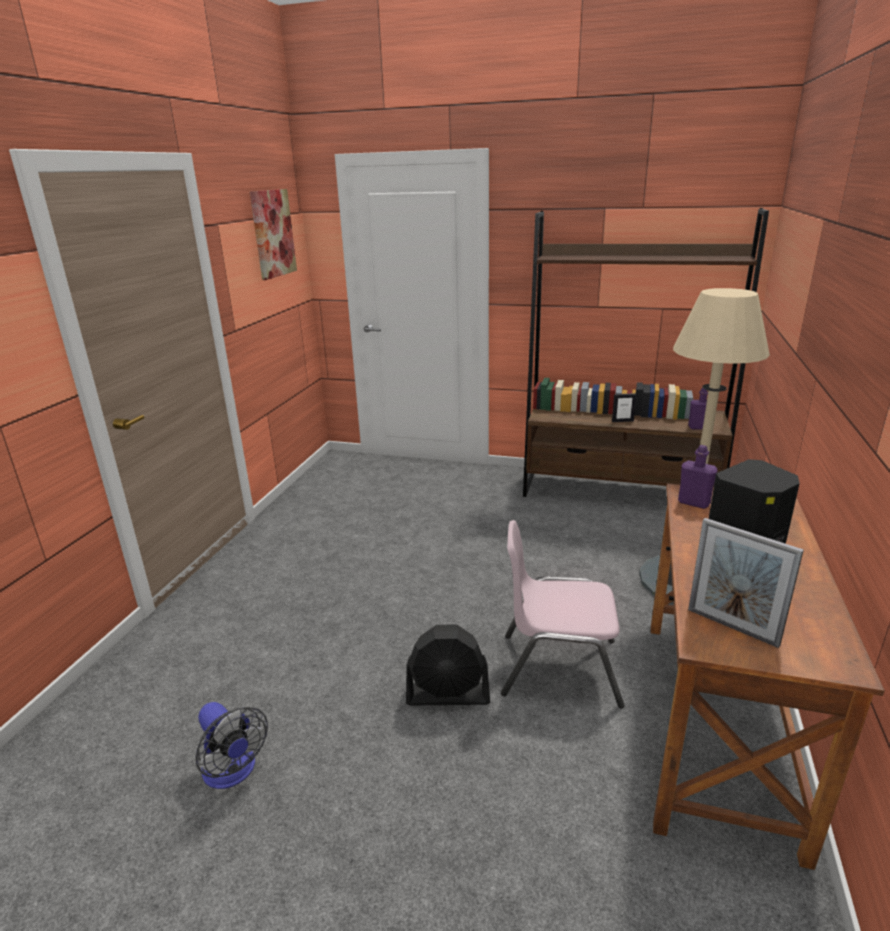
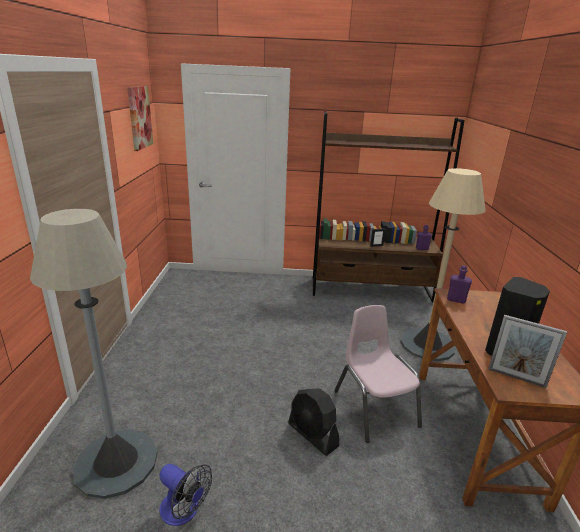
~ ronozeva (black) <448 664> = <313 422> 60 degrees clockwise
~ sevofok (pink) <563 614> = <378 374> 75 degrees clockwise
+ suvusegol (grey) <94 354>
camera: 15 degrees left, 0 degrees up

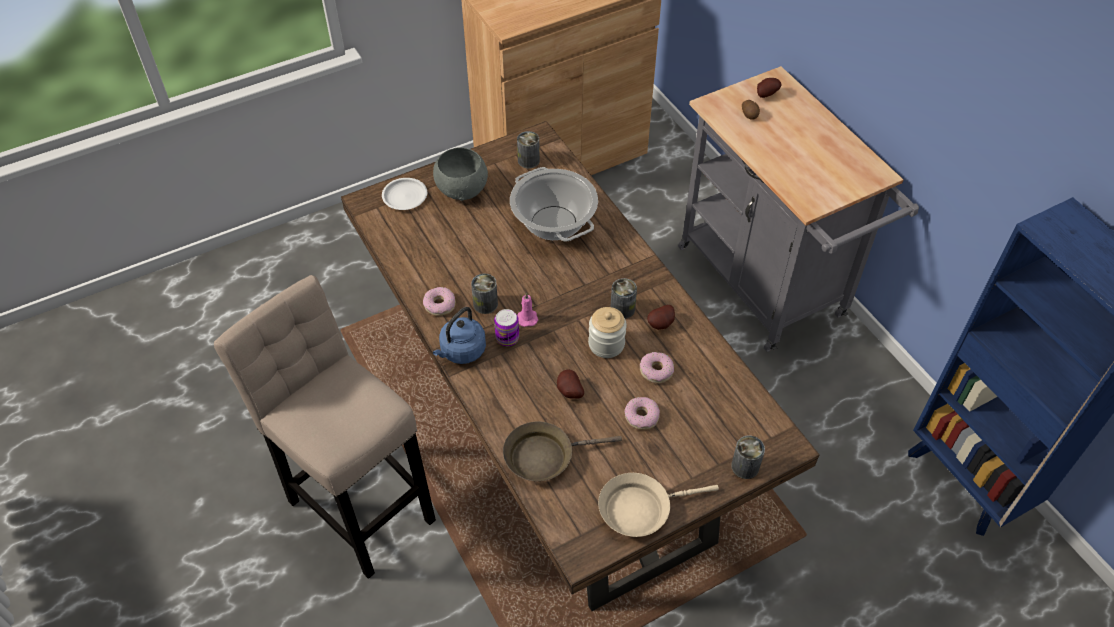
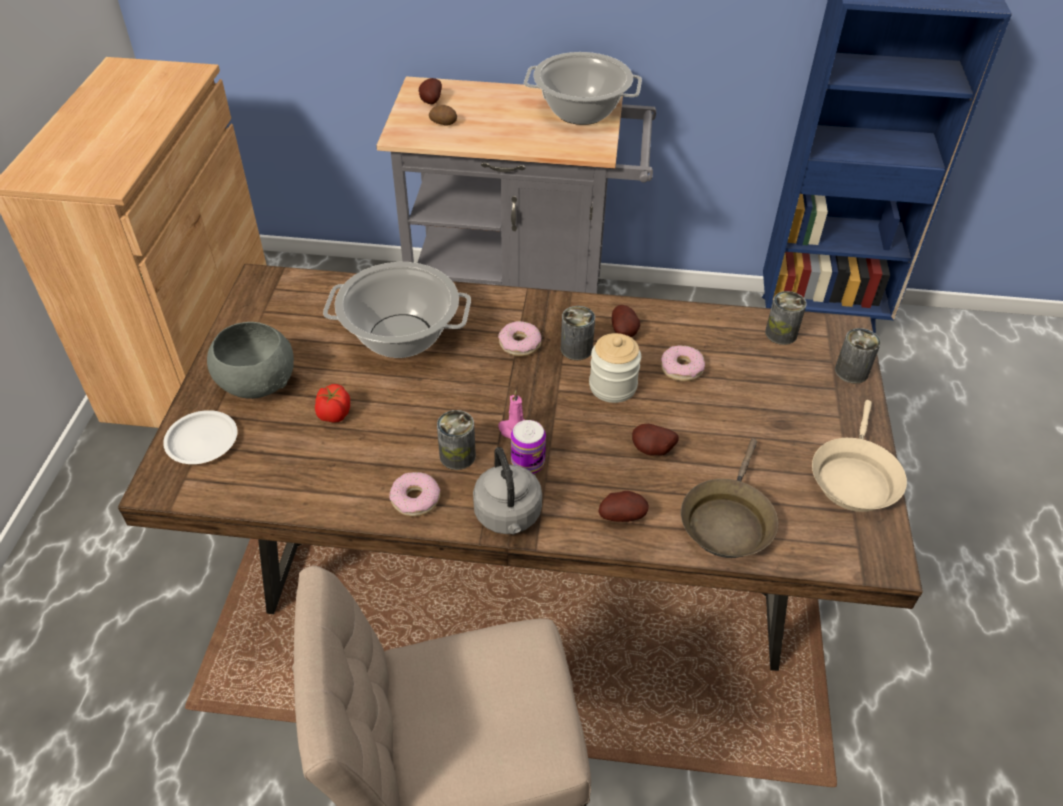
~ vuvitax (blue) <459 335> to vuvitax (grey) <507 491>
~ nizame <528 149> to <786 318>
~ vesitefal <642 413> to <519 338>
+ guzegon <332 403>
+ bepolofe <583 88>
+ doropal <624 506>
camera: 55 degrees left, 5 degrees down

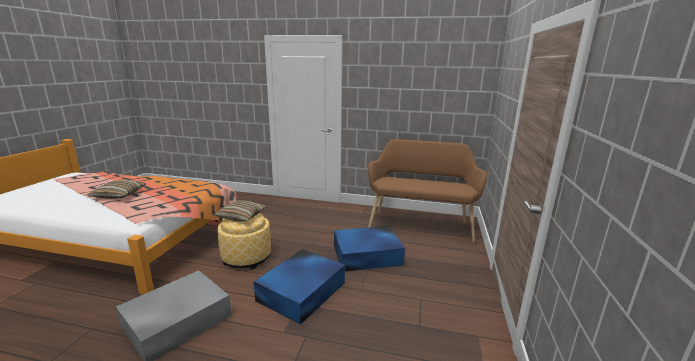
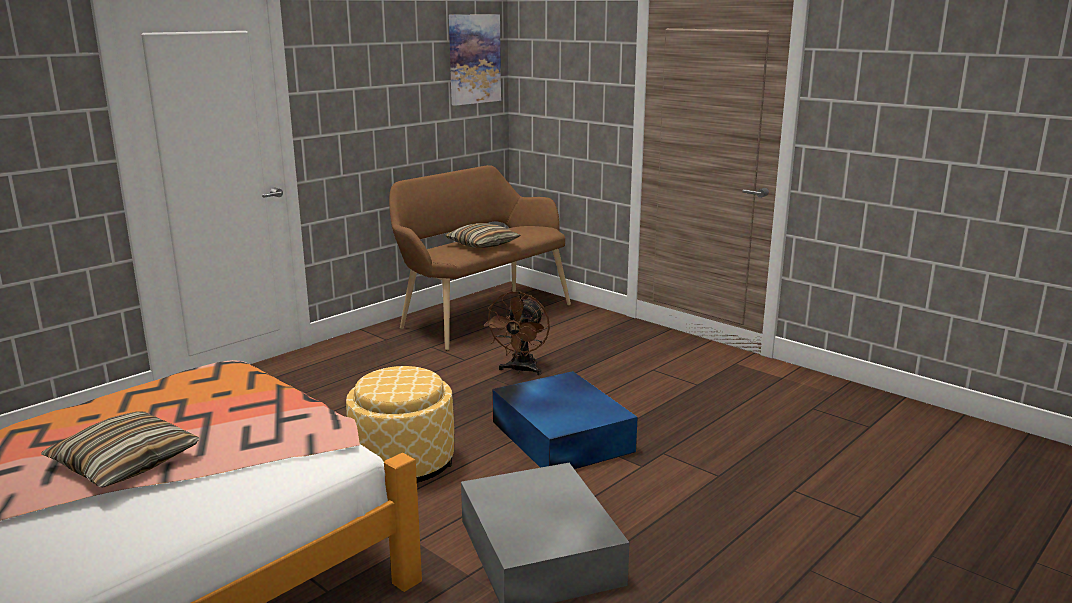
~ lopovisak <240 211> to <483 235>
~ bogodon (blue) <369 248> to ronozeva (brown) <517 333>
+ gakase <475 60>
camera: 60 degrees left, 0 degrees up

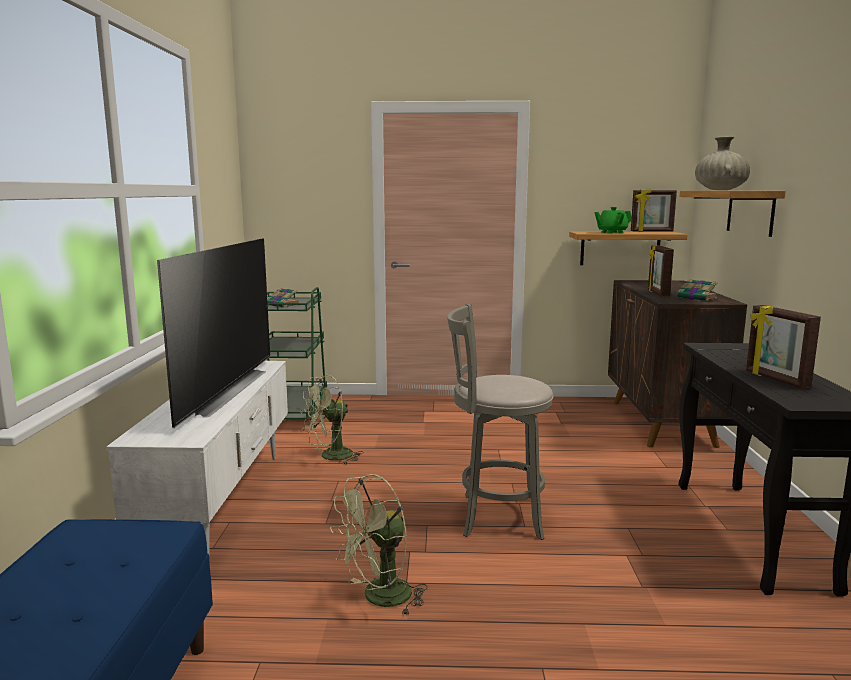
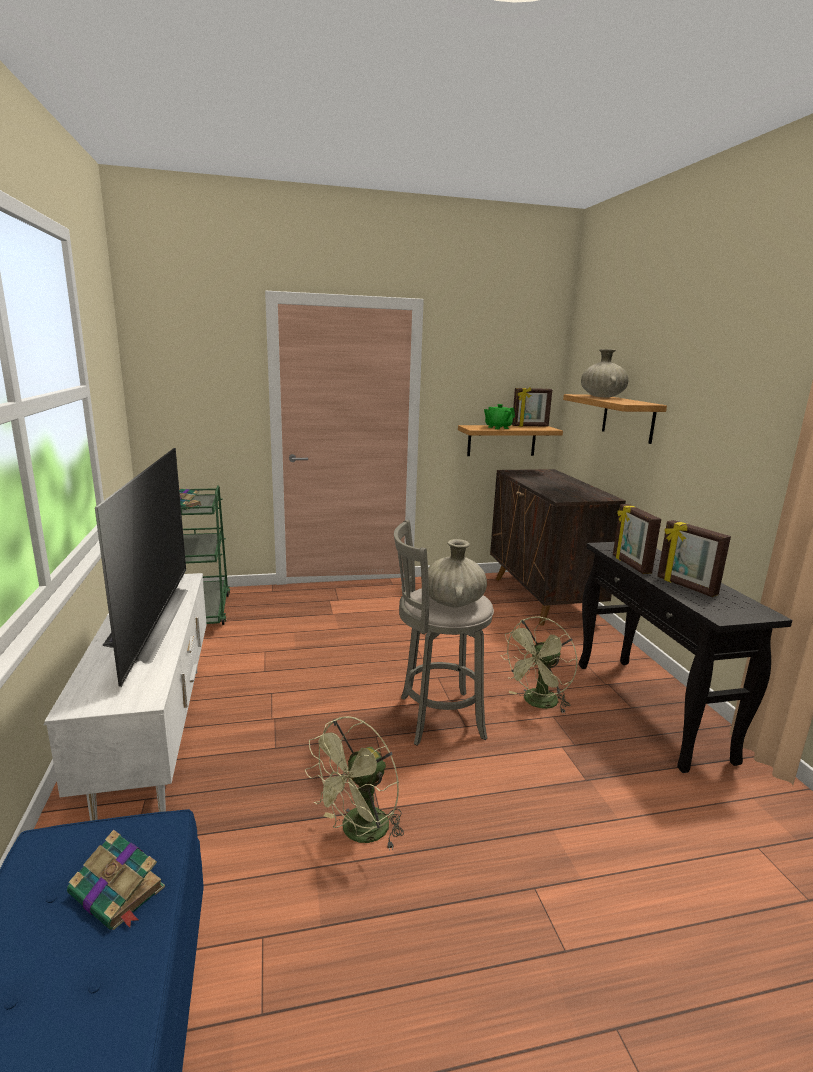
~ ronozeva (green) <332 420> to <538 665>
~ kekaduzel <661 271> to <637 539>
~ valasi <697 290> to <116 880>
+ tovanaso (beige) <457 573>
camera: 15 degrees left, 5 degrees up

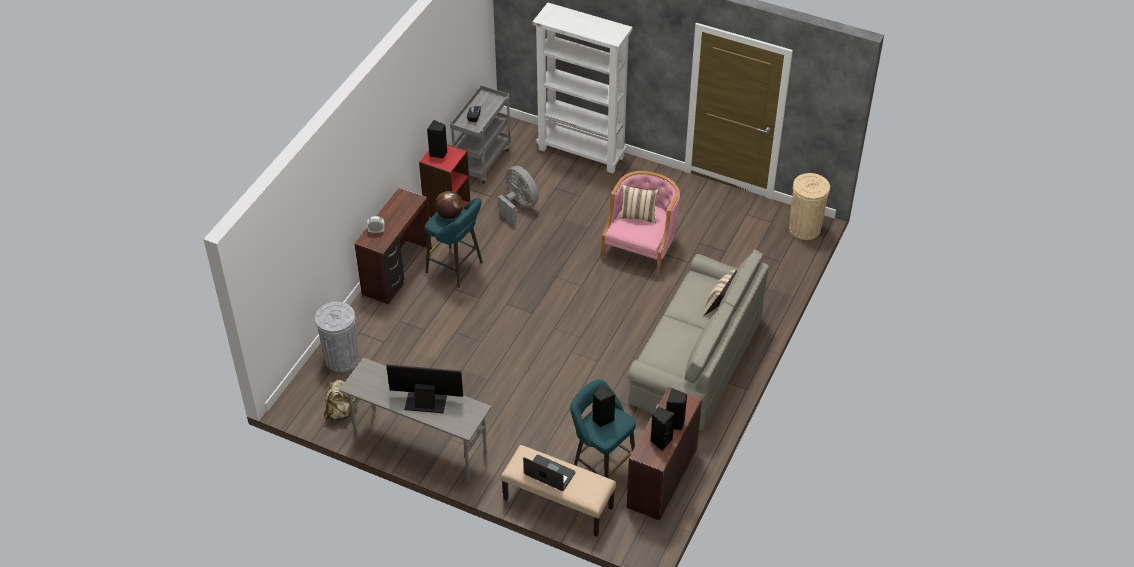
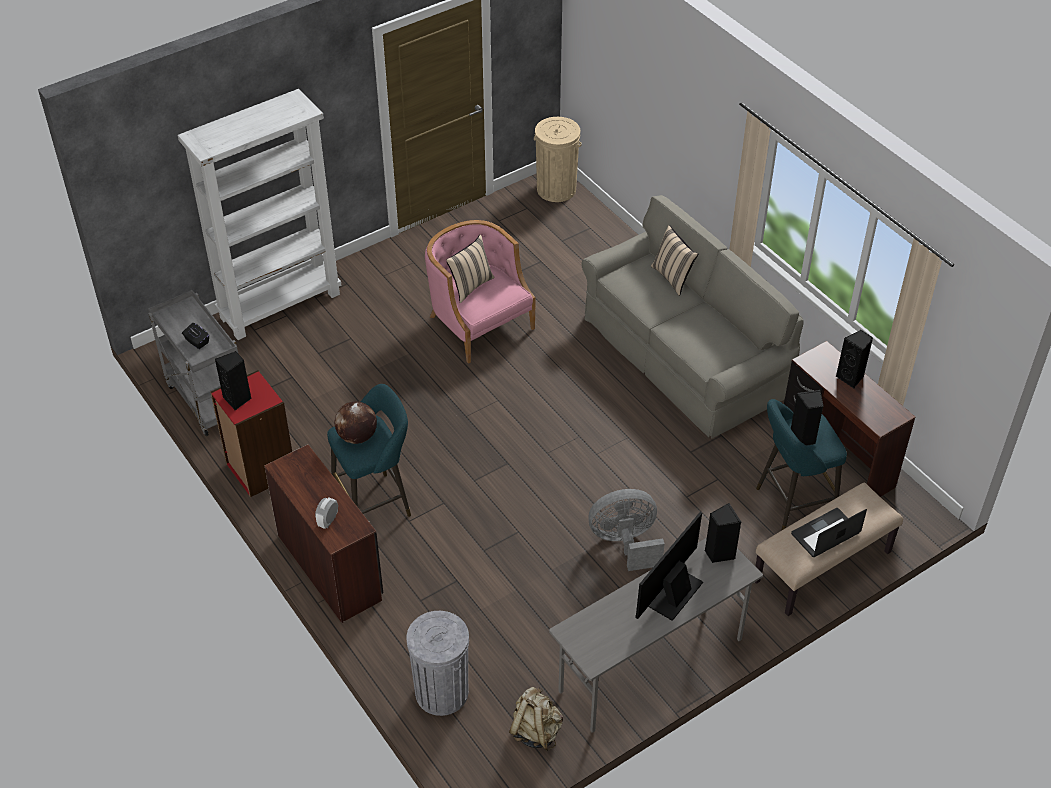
~ ronozeva (grey) <518 195> to <626 530>
~ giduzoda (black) <663 429> to <723 533>
camera: 60 degrees left, 0 degrees up

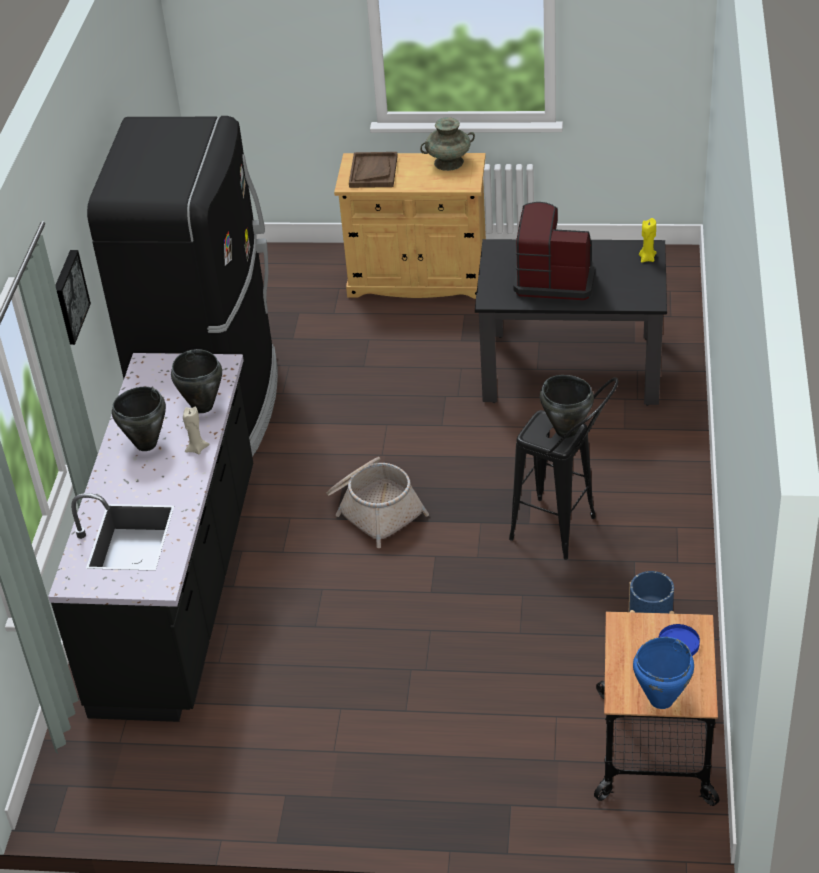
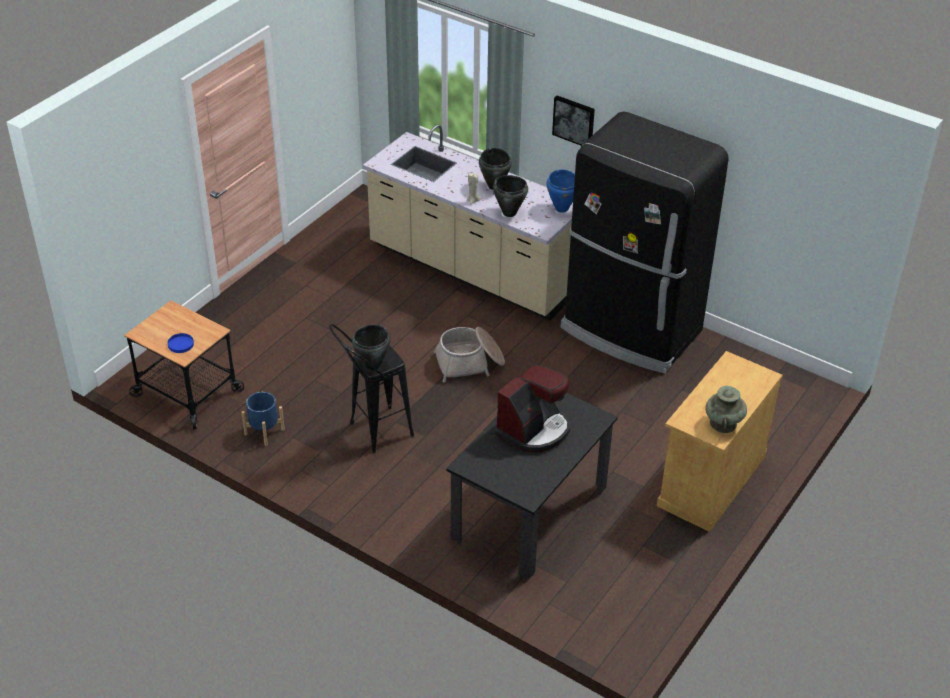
~ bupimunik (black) <150 537> to bupimunik (beige) <468 223>
- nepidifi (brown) <373 170>
~ bepolofe (blue) <663 673> to <560 190>
- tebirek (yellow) <648 240>
camera: 115 degrees right, 0 degrees up

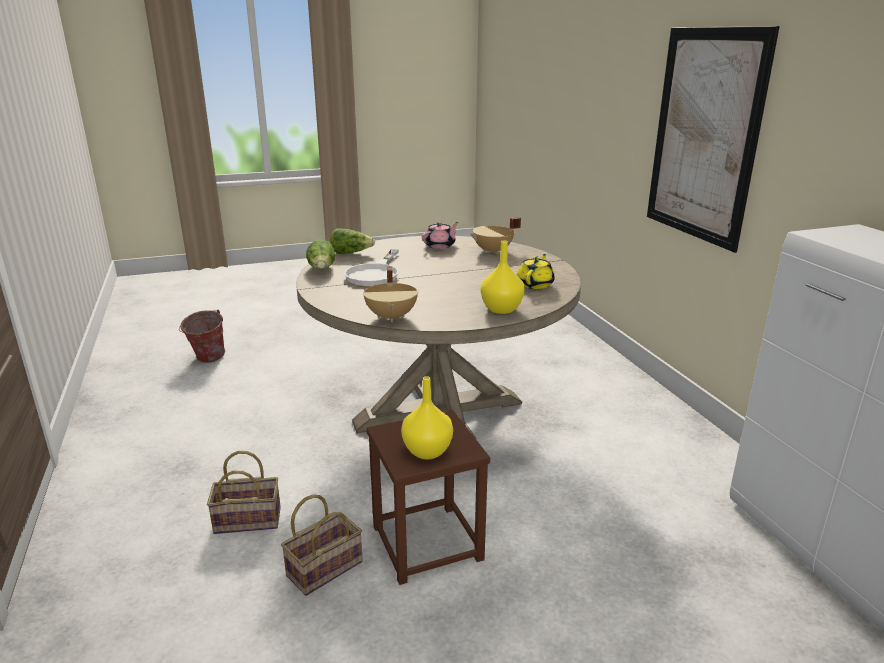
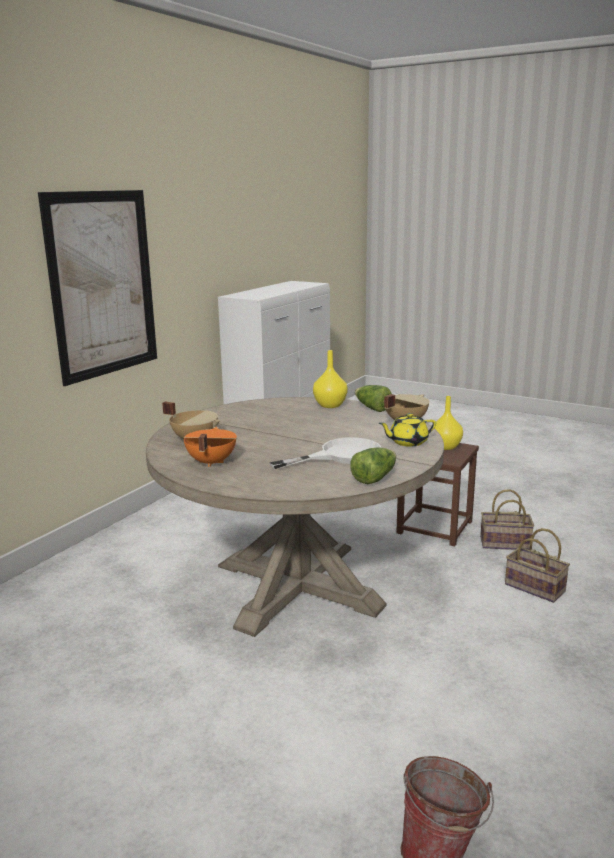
~ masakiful <353 241> to <373 398>
~ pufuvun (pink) <440 235> to bepolofe (orange) <210 447>
~ pufuvun (yellow) <536 271> to <407 430>
camera: 130 degrees left, 5 degrees down

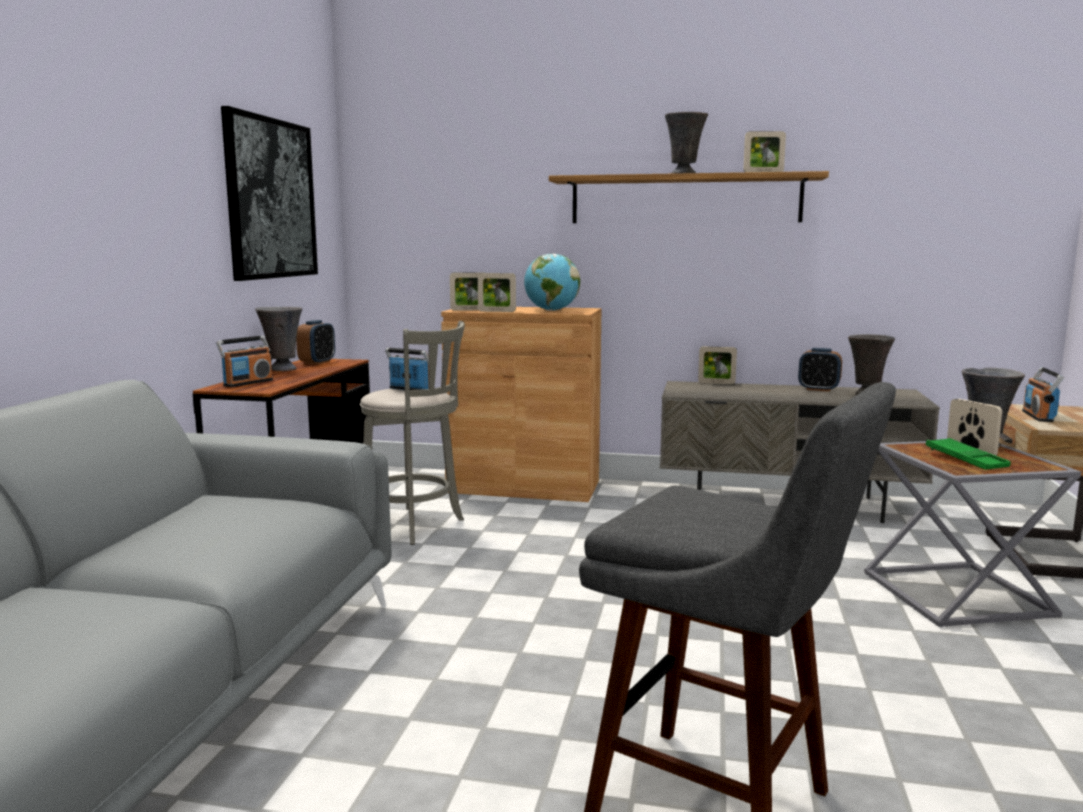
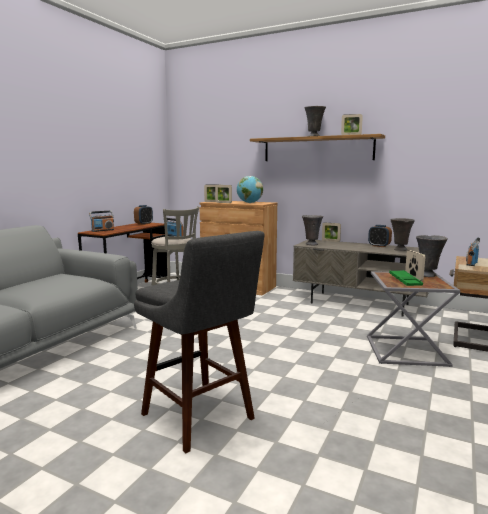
- gakase <269 193>
~ tovanaso (grey) <278 339> to <312 230>
camera: 15 degrees right, 0 degrees up

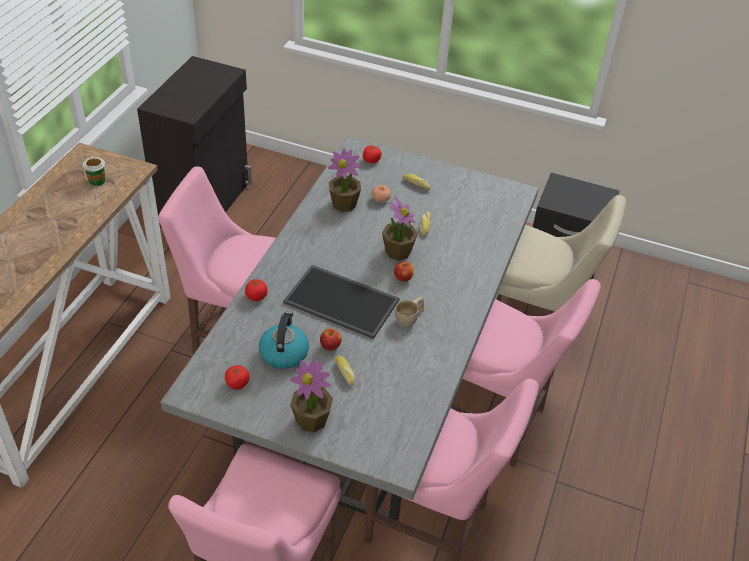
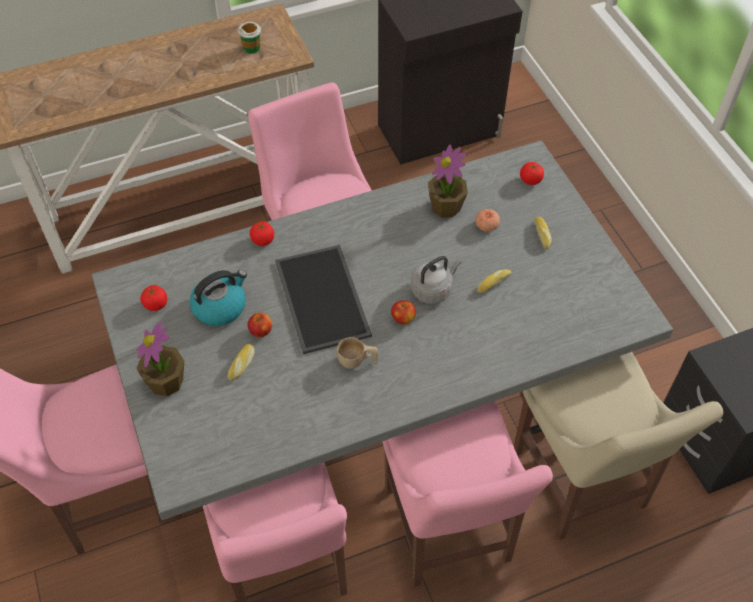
~ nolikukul <400 229> to vuvitax (grey) <436 280>
camera: 50 degrees right, 10 degrees up

